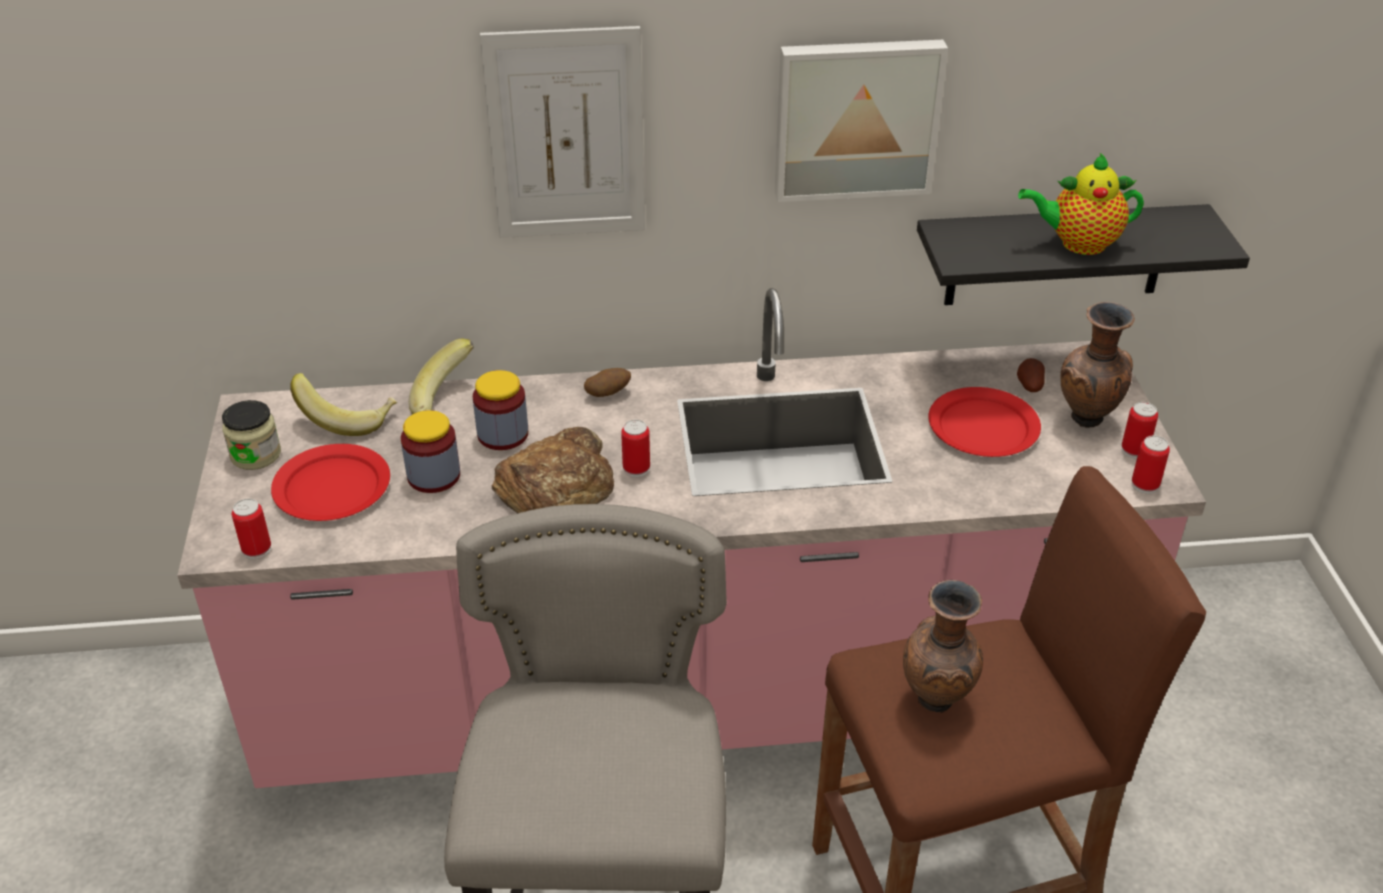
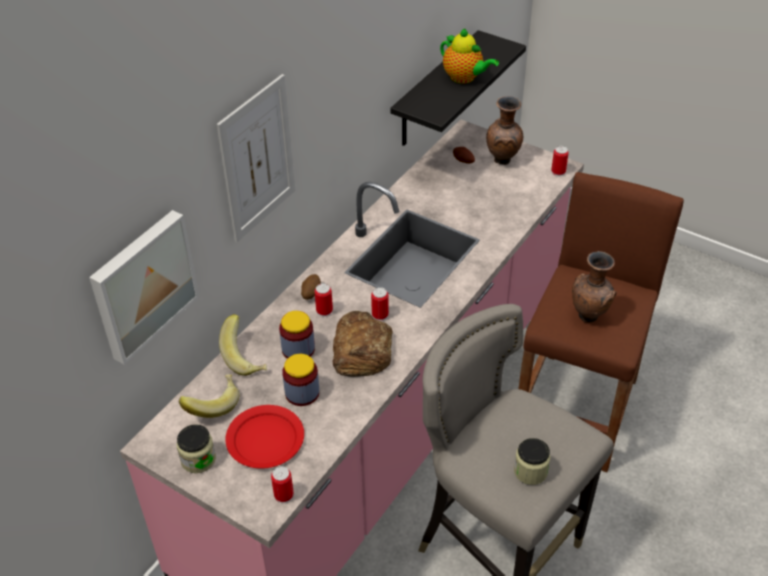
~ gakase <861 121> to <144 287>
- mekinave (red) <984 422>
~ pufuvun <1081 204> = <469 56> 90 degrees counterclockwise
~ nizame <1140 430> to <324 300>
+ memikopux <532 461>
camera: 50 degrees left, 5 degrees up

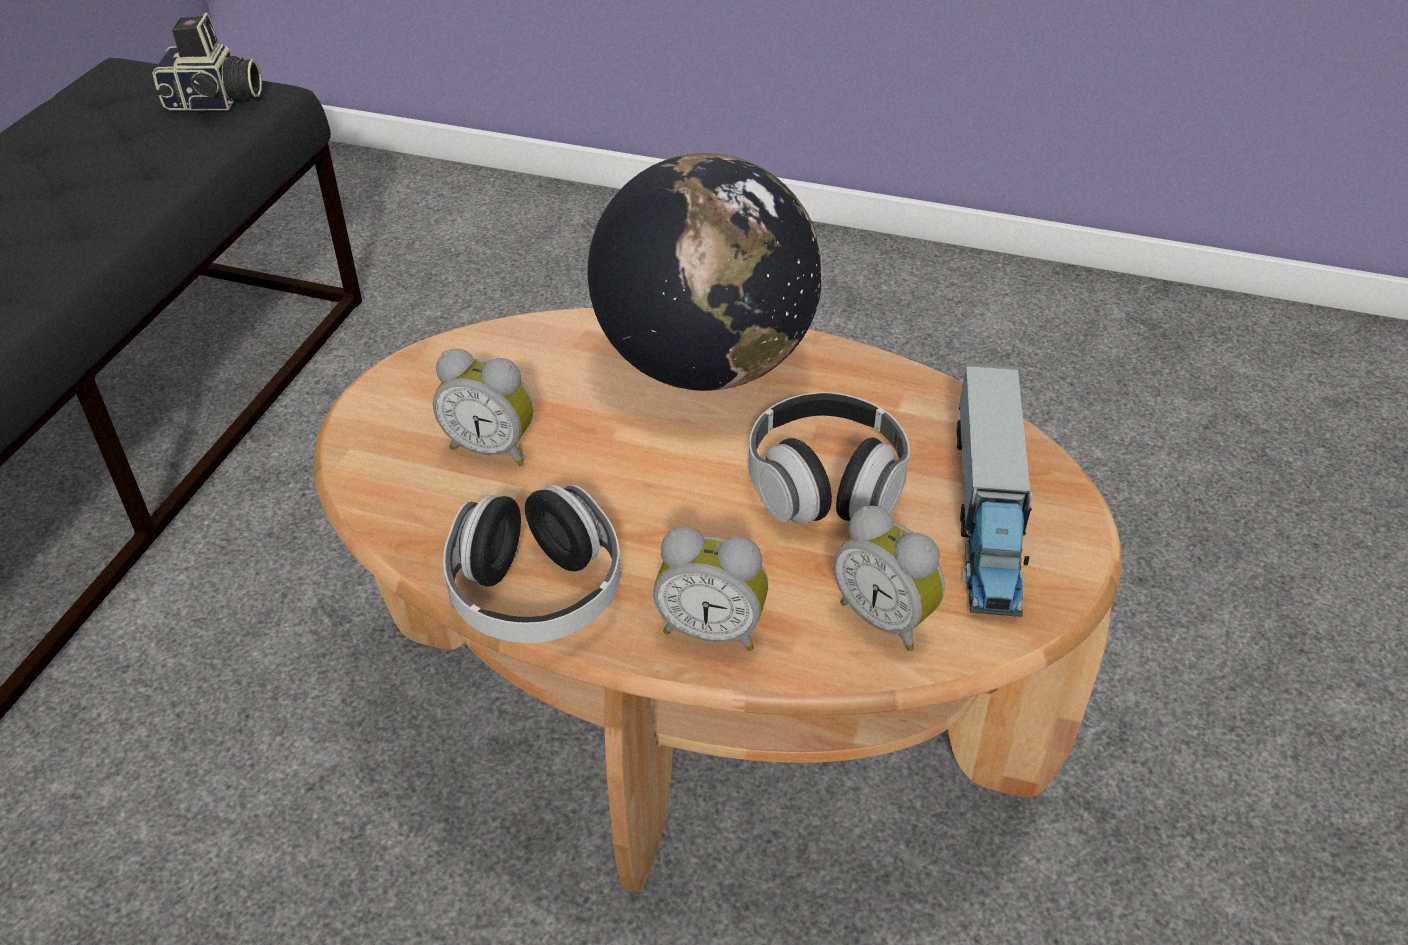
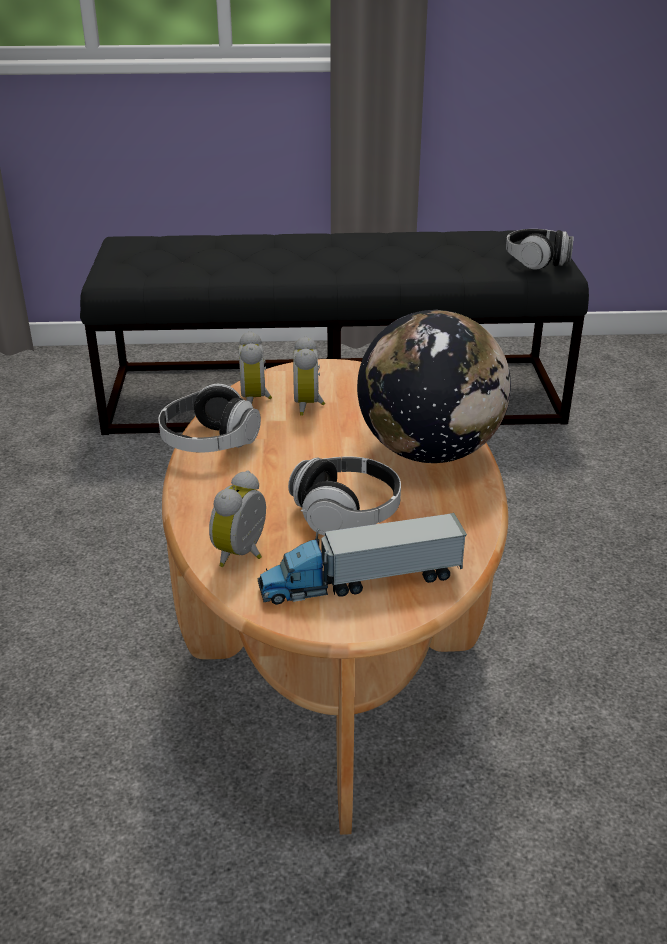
~ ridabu <207 62> to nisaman <540 249>
~ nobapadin <710 588> to <255 367>
camera: 70 degrees right, 10 degrees down

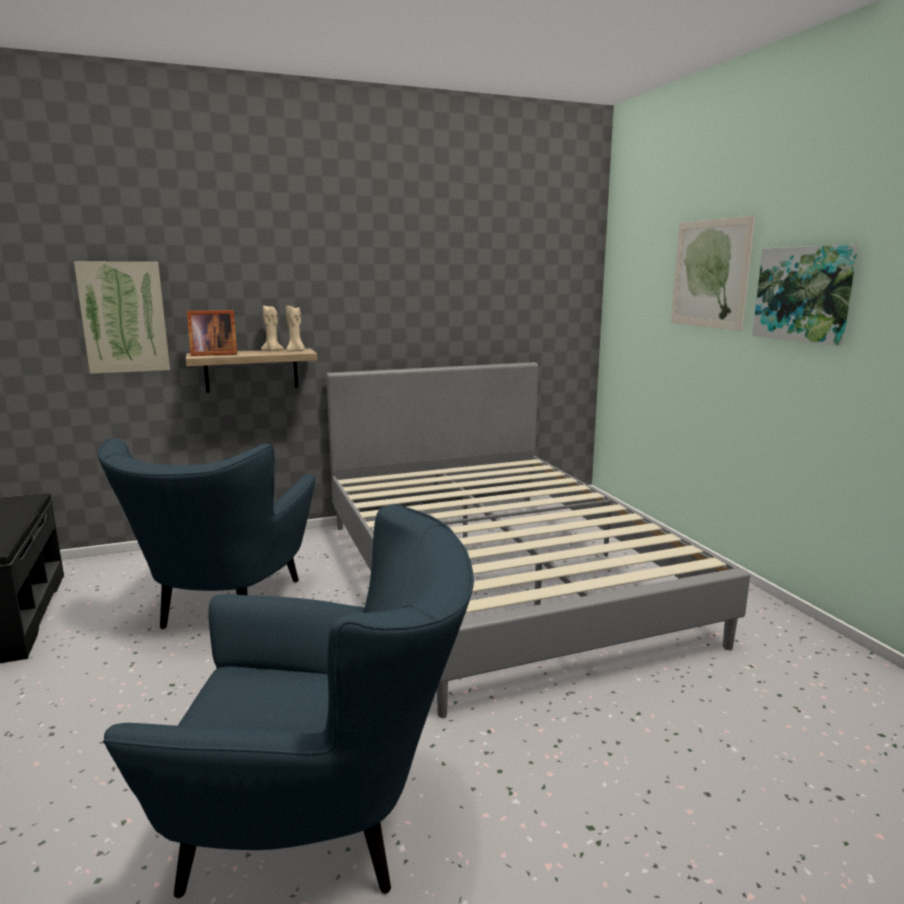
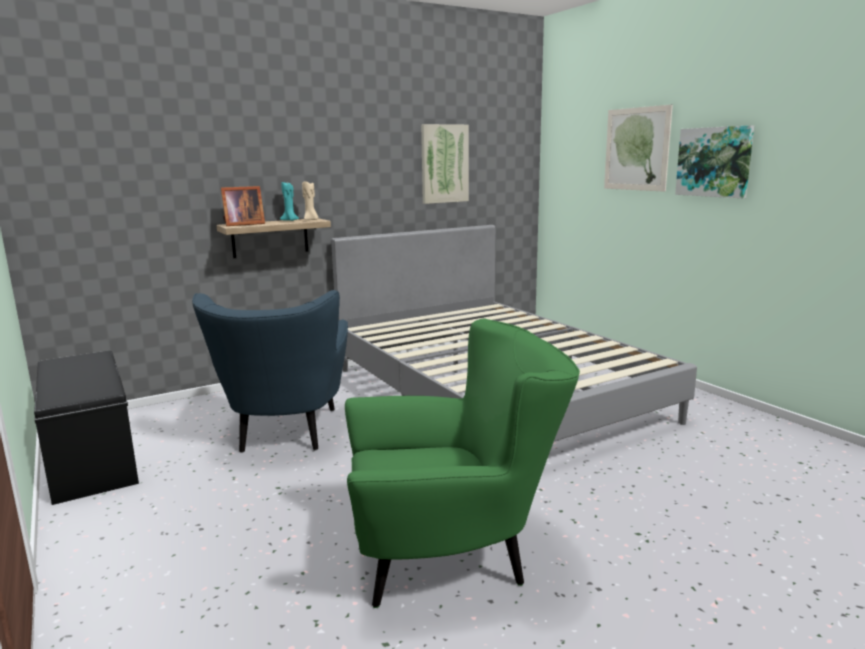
~ gakase <122 318> to <445 164>
~ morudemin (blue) <288 701> to morudemin (green) <462 463>
~ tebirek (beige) <272 328> to tebirek (turquoise) <289 201>
camera: 10 degrees left, 0 degrees up

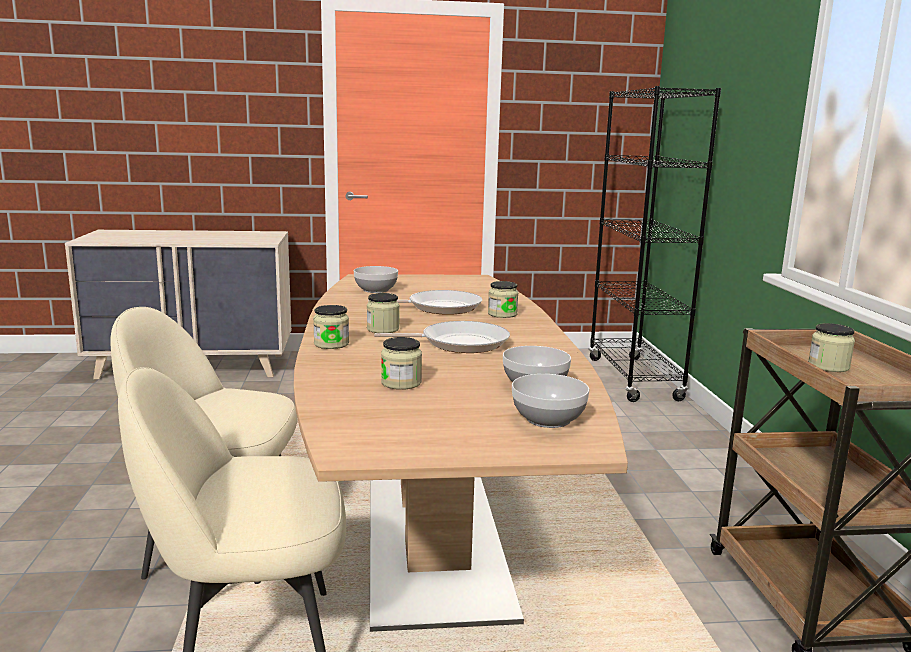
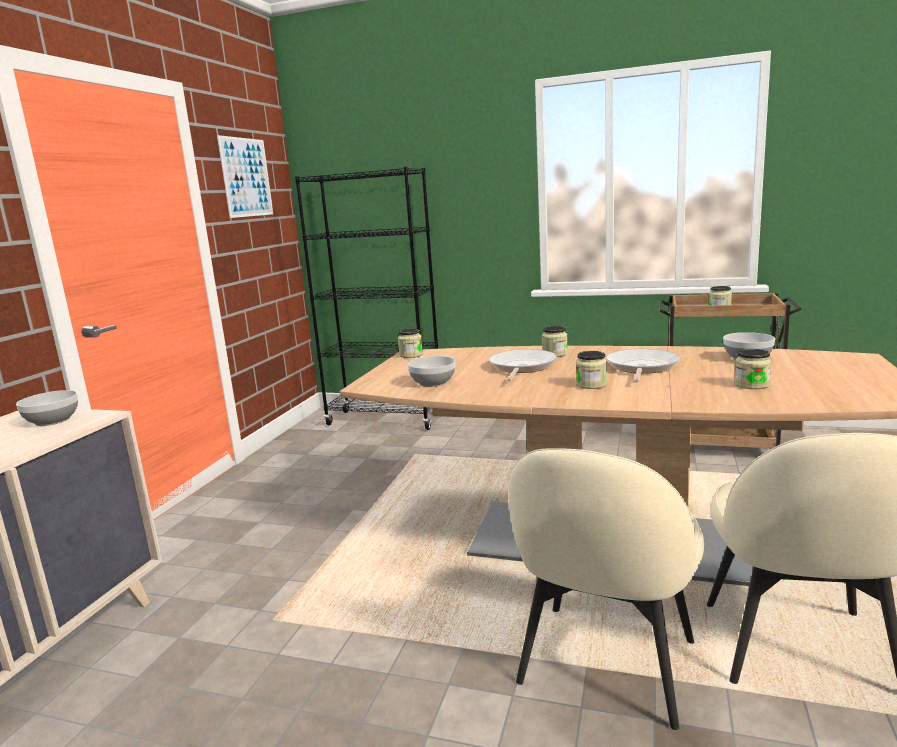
~ memikopux <331 327> to <410 343>
~ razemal <550 401> to <47 408>
+ gakase <245 176>
camera: 65 degrees left, 0 degrees up

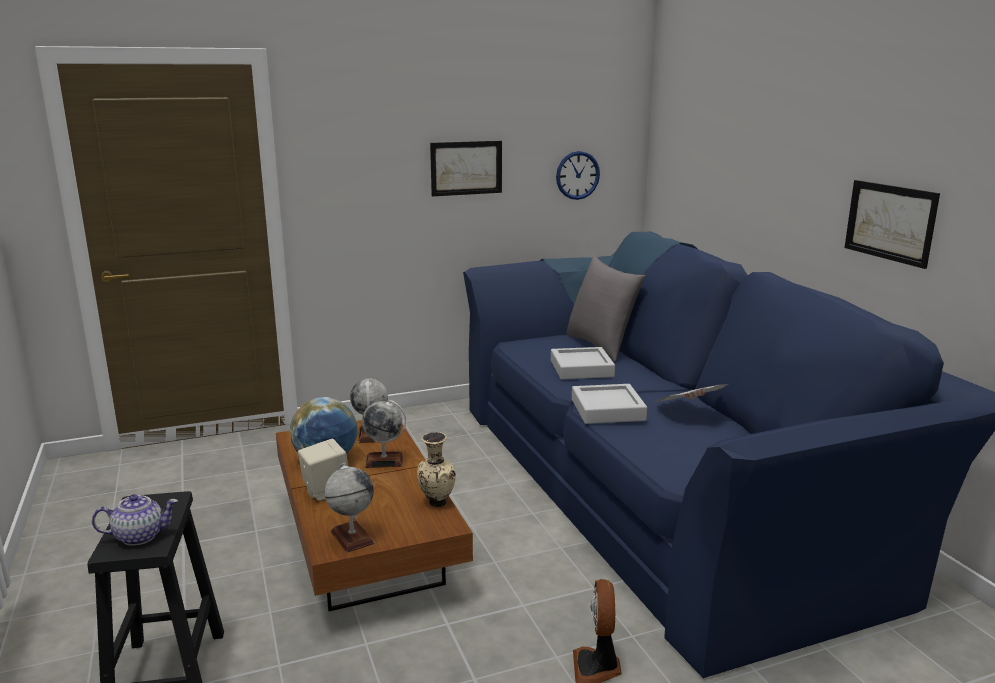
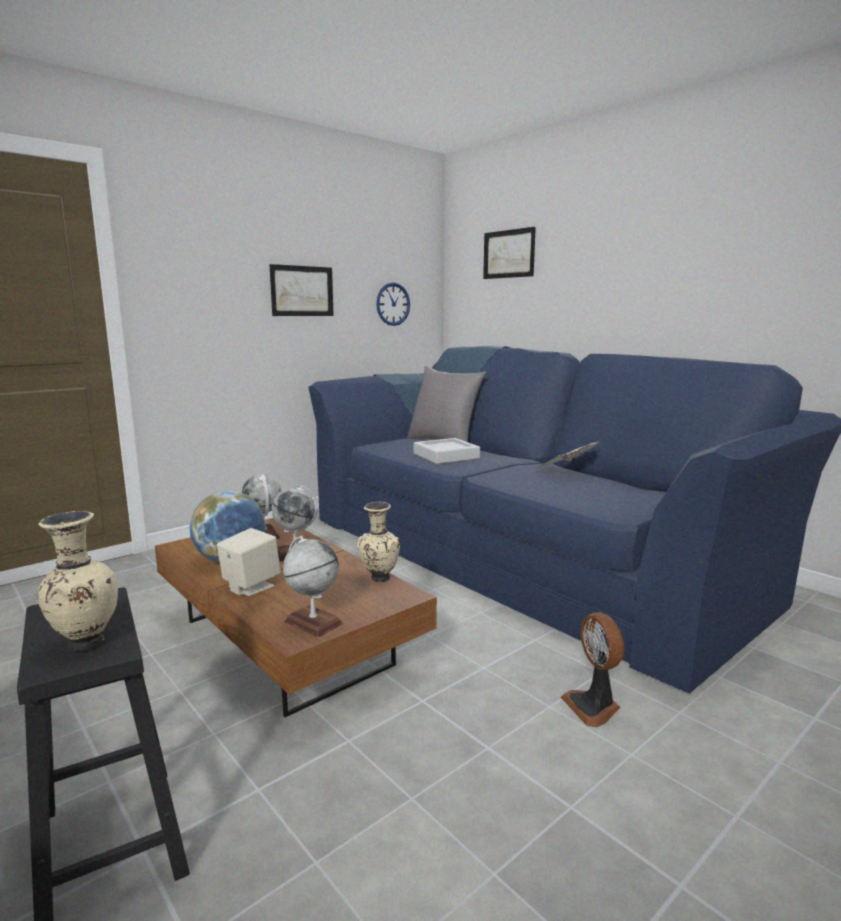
~ pufuvun <135 520> to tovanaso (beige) <77 581>
- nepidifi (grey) <609 404>
~ gakase <892 224> to <509 253>
camera: 20 degrees left, 5 degrees down

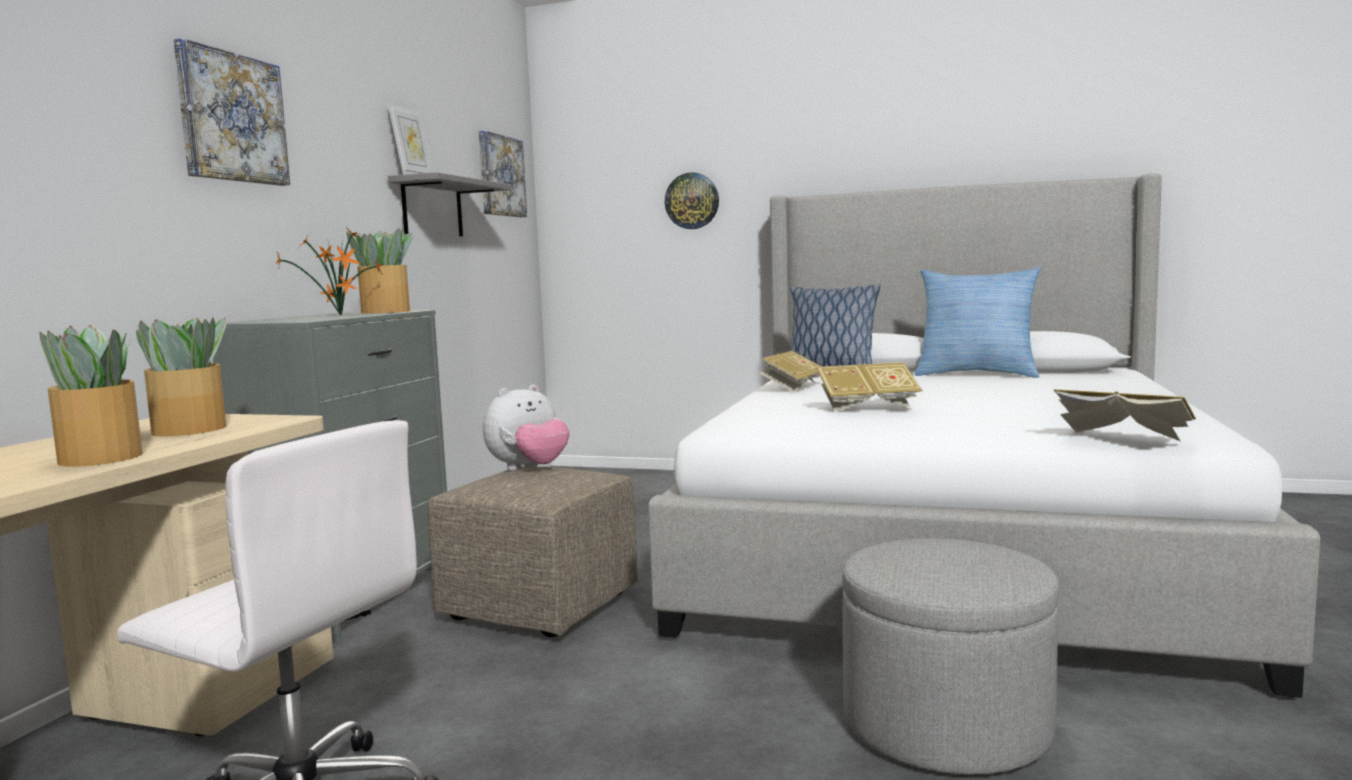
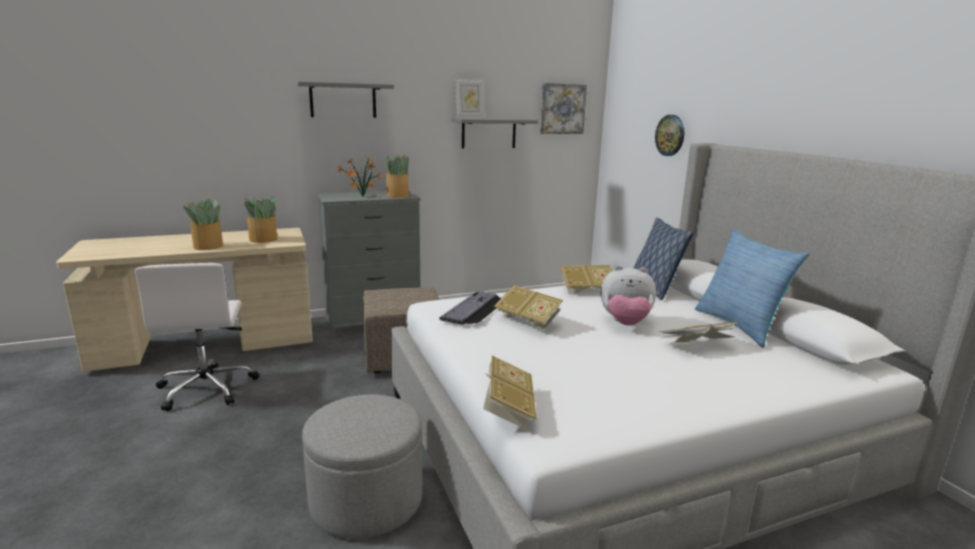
~ gakase <232 112> to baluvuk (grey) <344 100>
~ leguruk <526 427> to <628 295>
+ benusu <470 308>
+ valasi <698 333>
camera: 50 degrees right, 10 degrees up

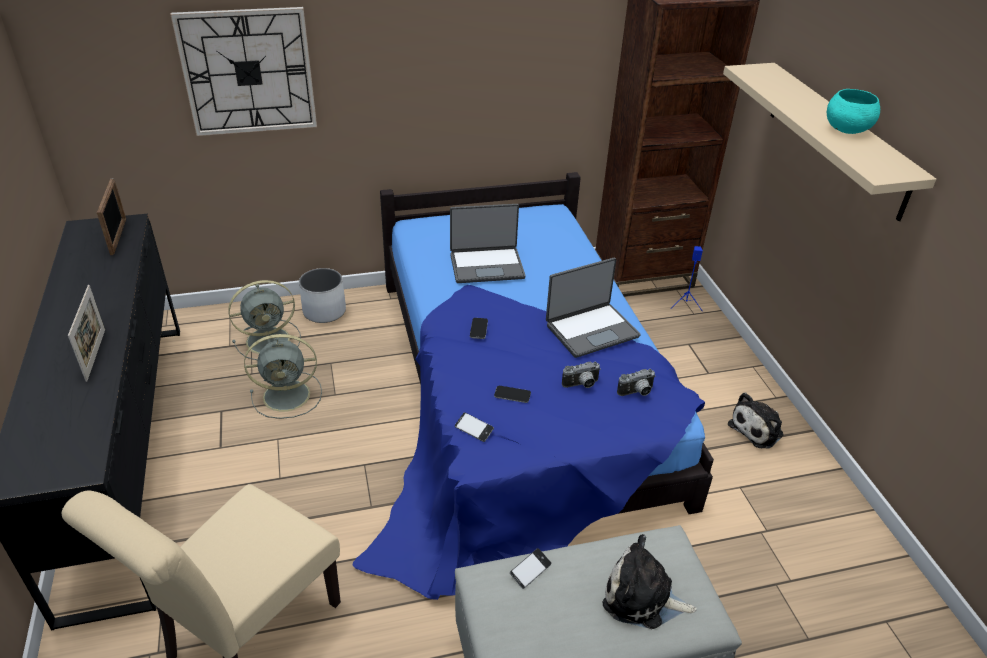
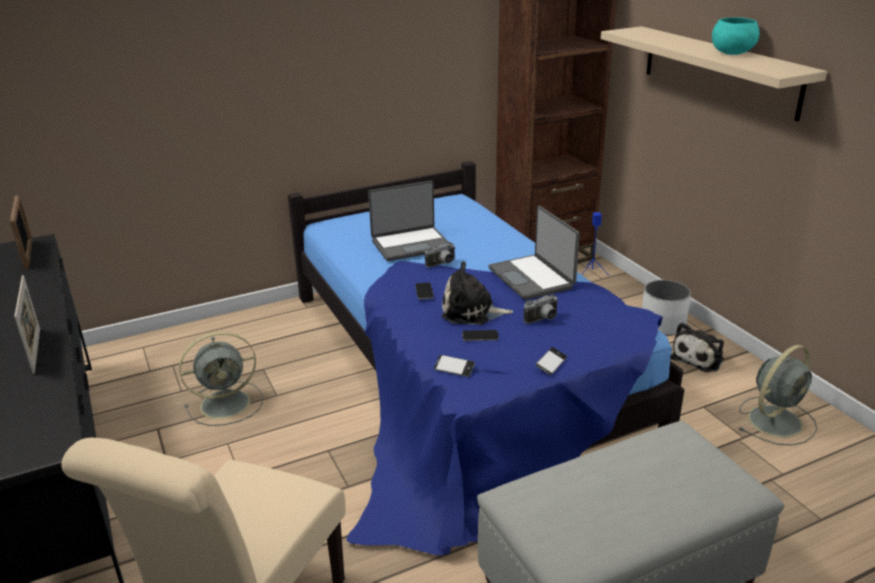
- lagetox <243 71>
~ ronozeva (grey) <264 320> to <778 395>
~ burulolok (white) <322 295> to <666 308>
~ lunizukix <530 568> to <551 361>
~ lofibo <593 308> = <534 253> 105 degrees clockwise
~ leguruk <649 581> to <477 293>
~ ridabu <636 382> to <440 255>
camera: 10 degrees left, 10 degrees down

